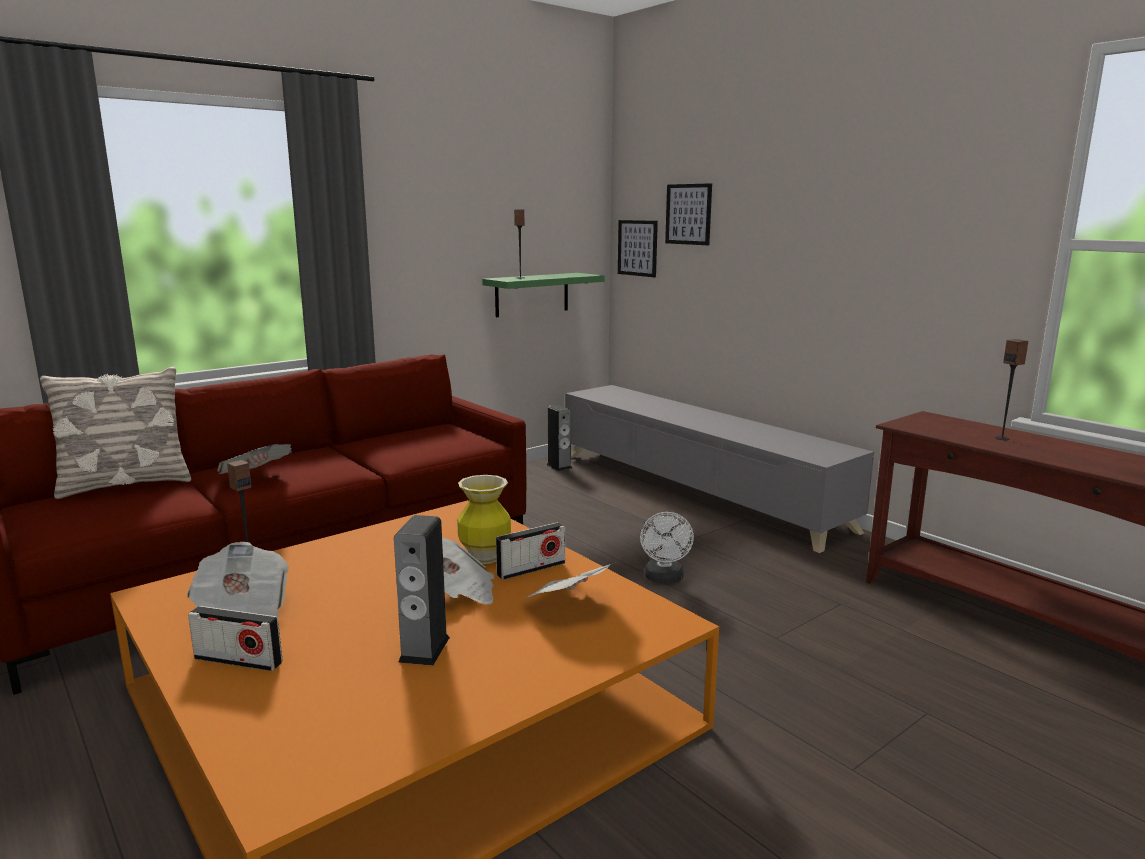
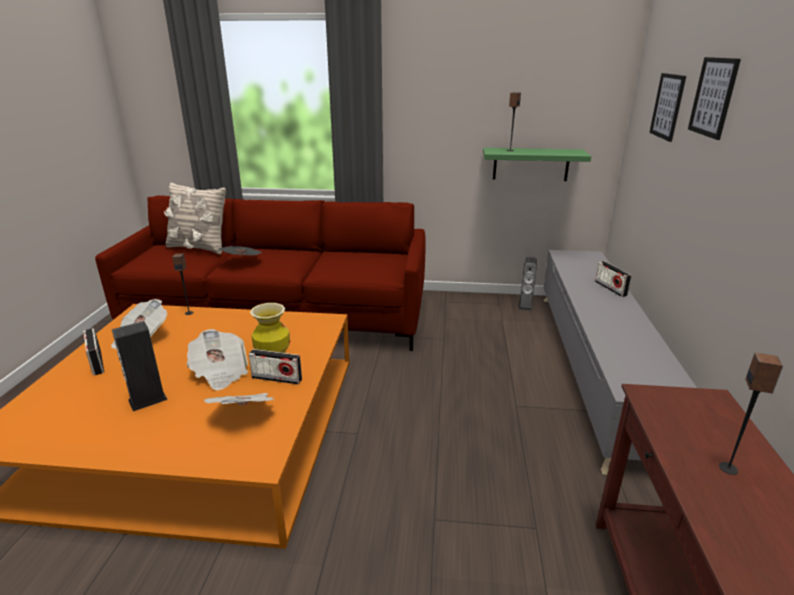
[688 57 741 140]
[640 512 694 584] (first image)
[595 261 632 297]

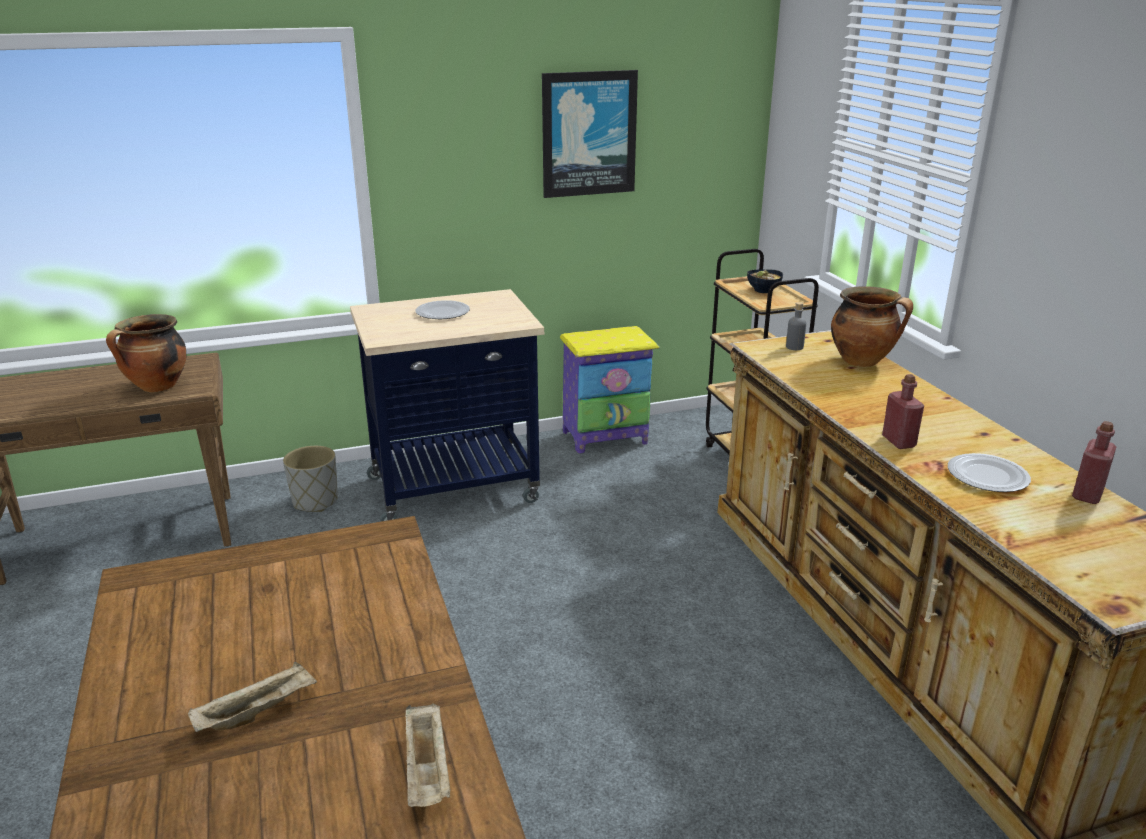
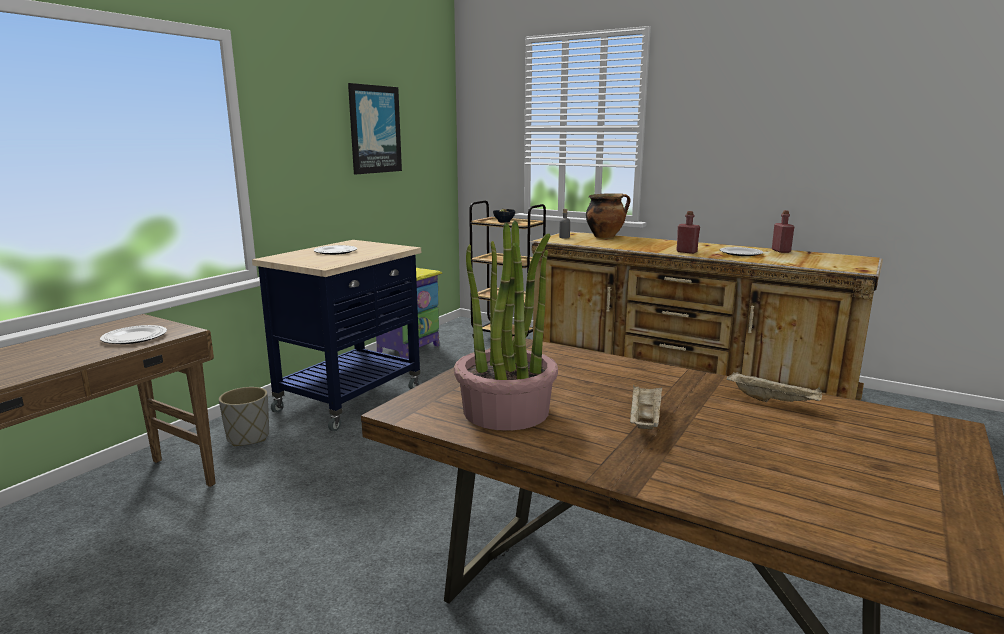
[100 325 167 344]
[454 221 558 431]

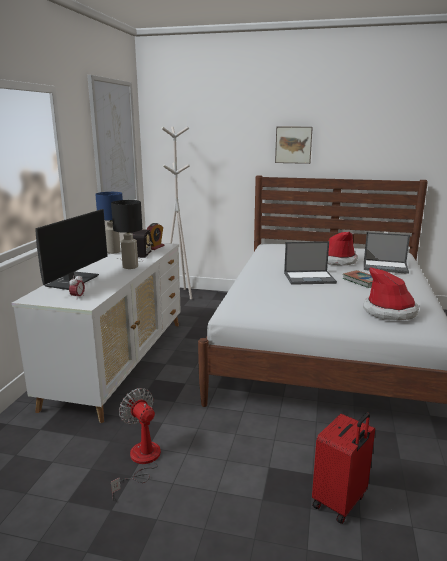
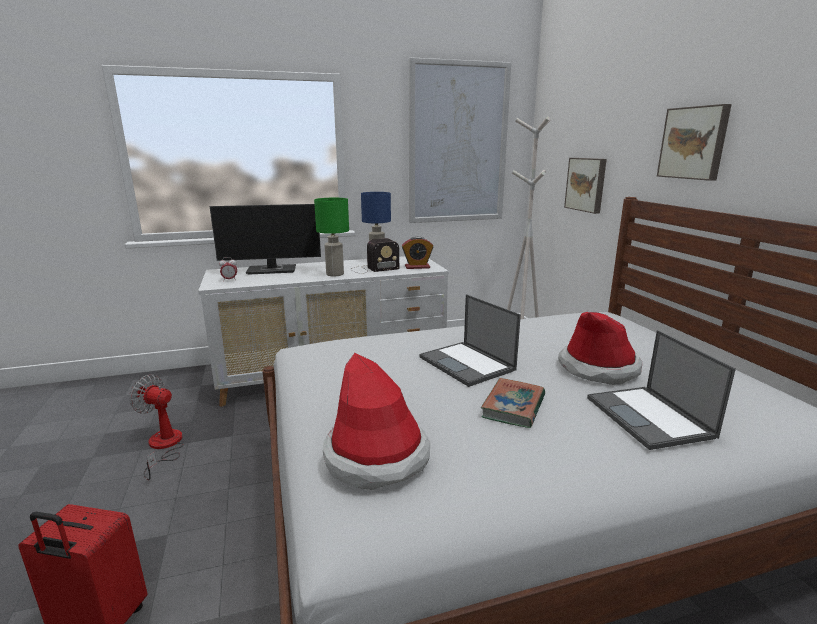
[314 198 349 276]
[129 375 184 480]
[564 158 607 214]

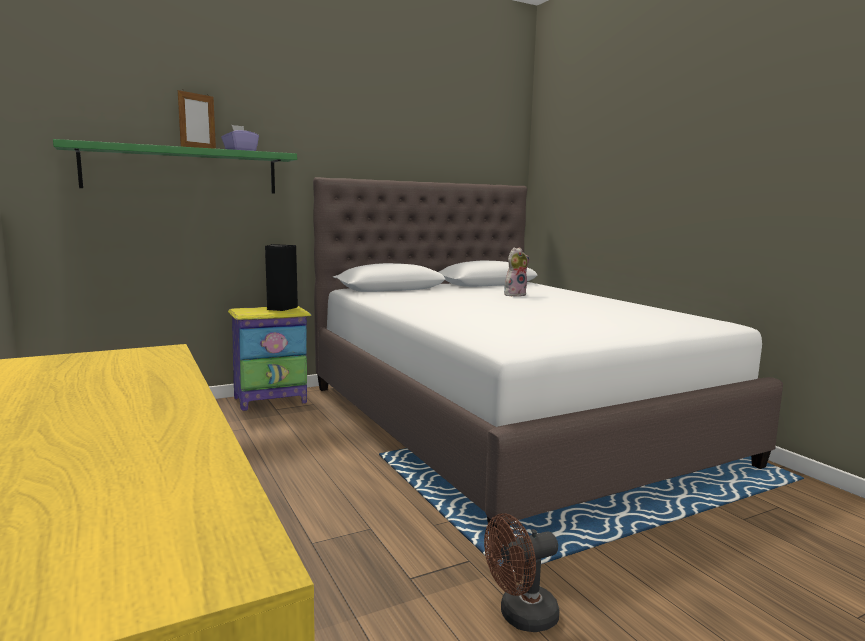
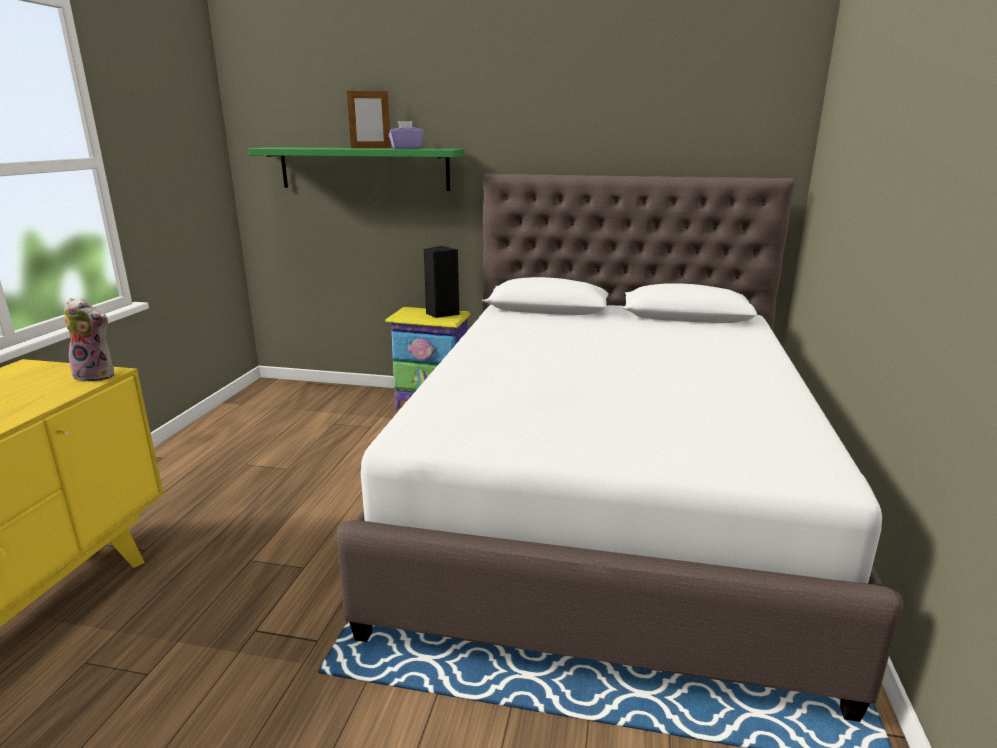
[484 513 560 632] (first image)
[64 298 114 382]

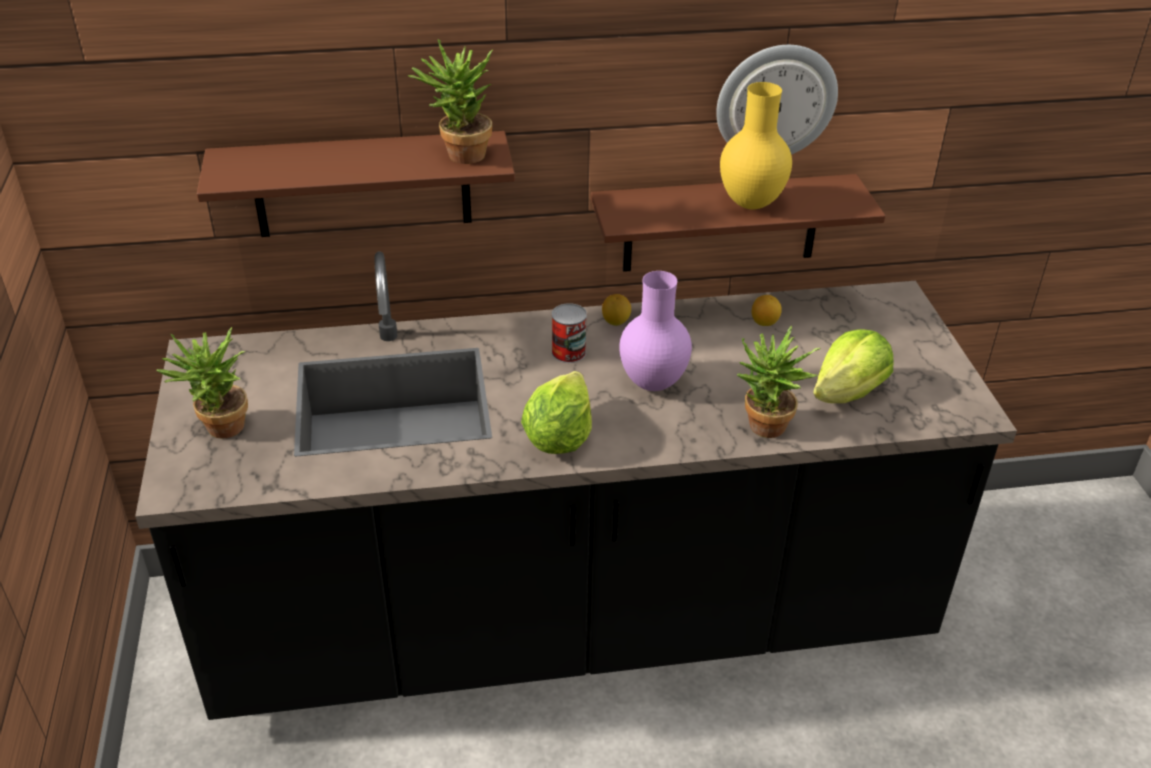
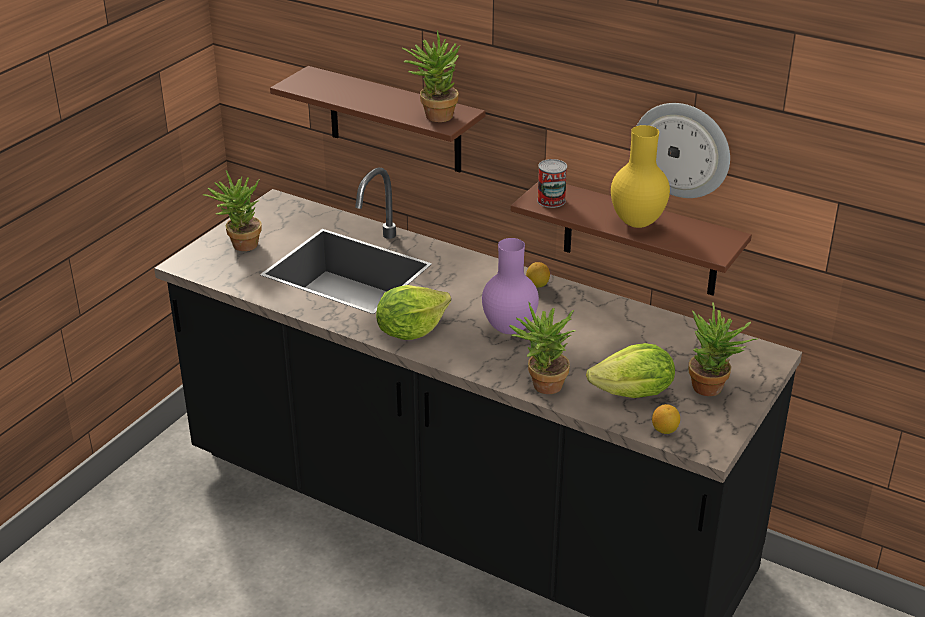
[537 159 567 208]
[652 404 680 434]
[689 302 758 396]

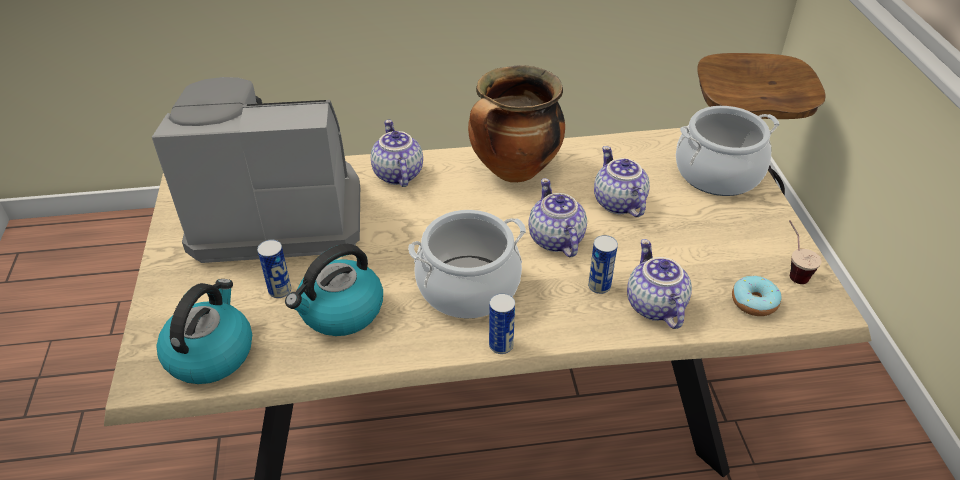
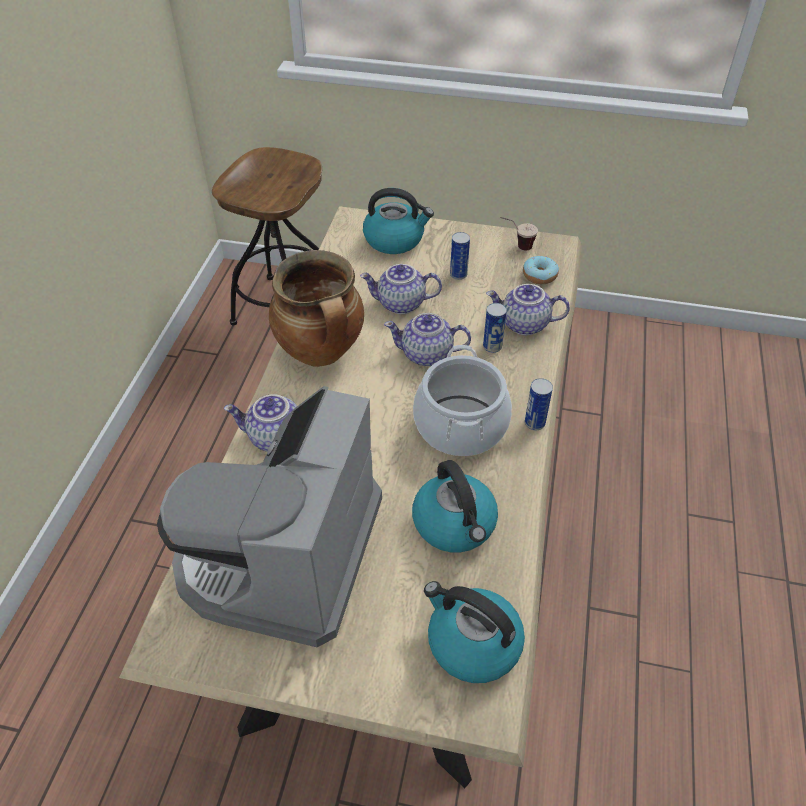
[450 232 470 280]
[363 188 434 254]

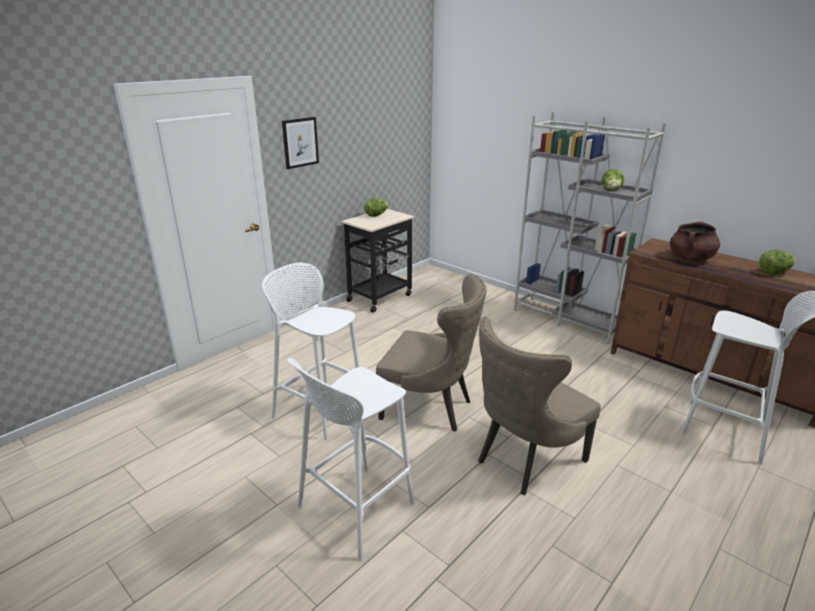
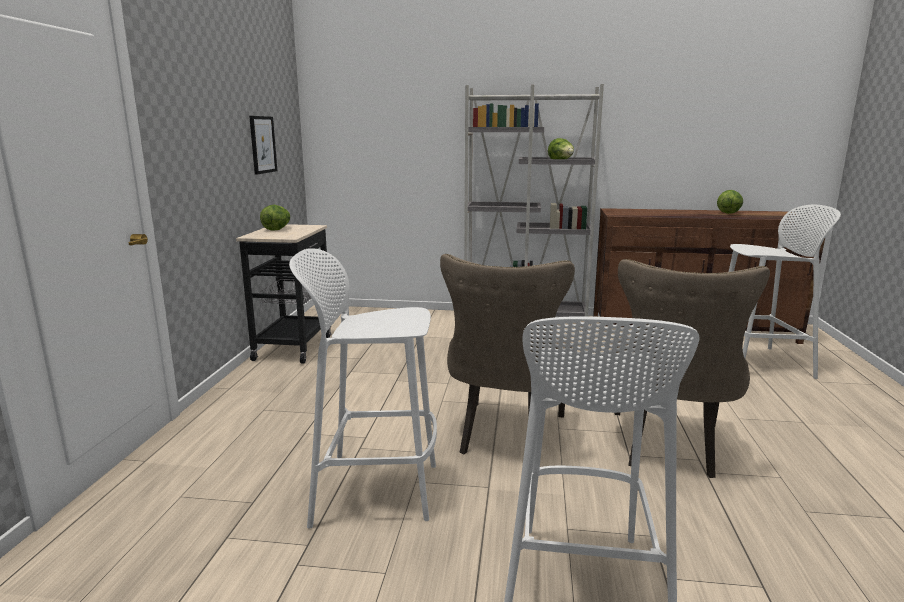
[249 116 277 174]
[440 254 575 454]
[670 221 720 261] (first image)

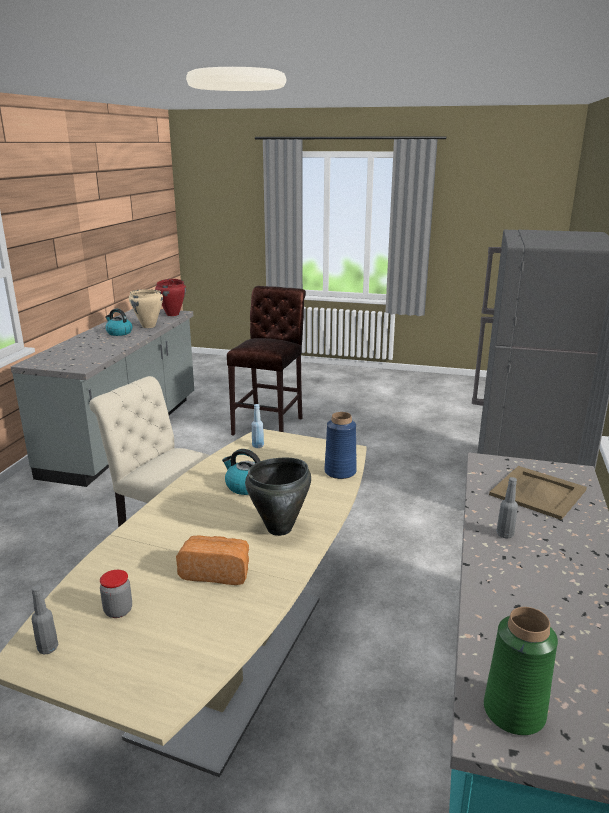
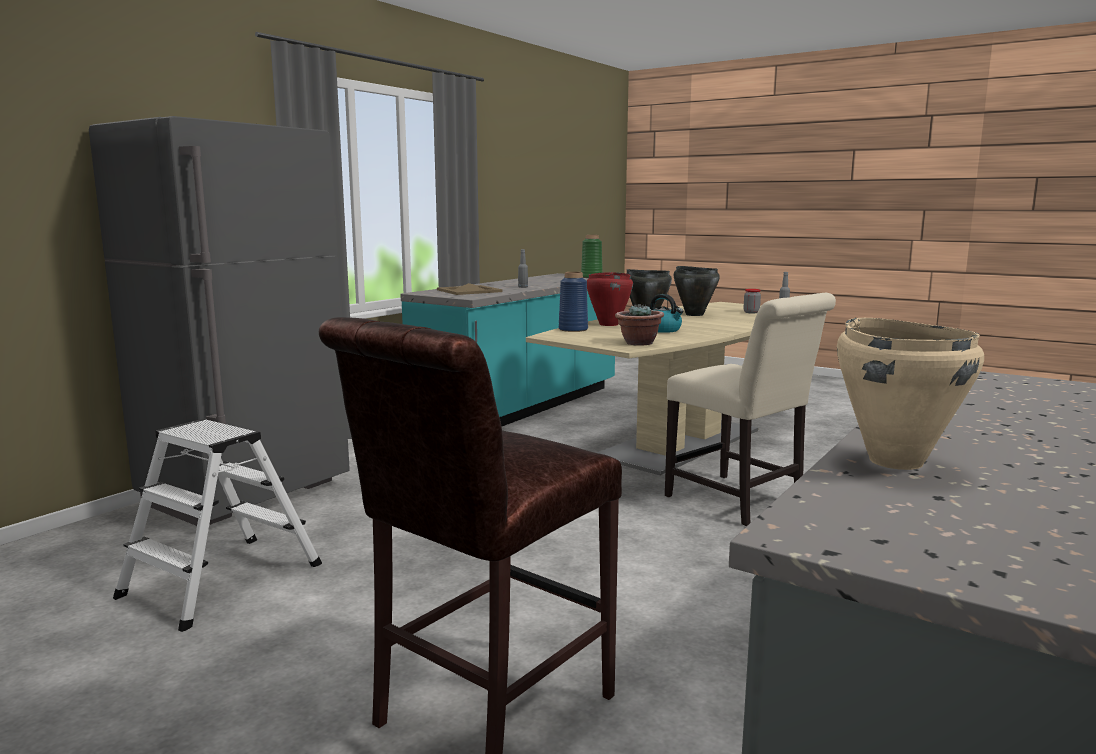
[105 308 132 336] (first image)
[587 272 633 326]
[674 266 720 316]
[615 304 664 346]
[113 418 322 632]

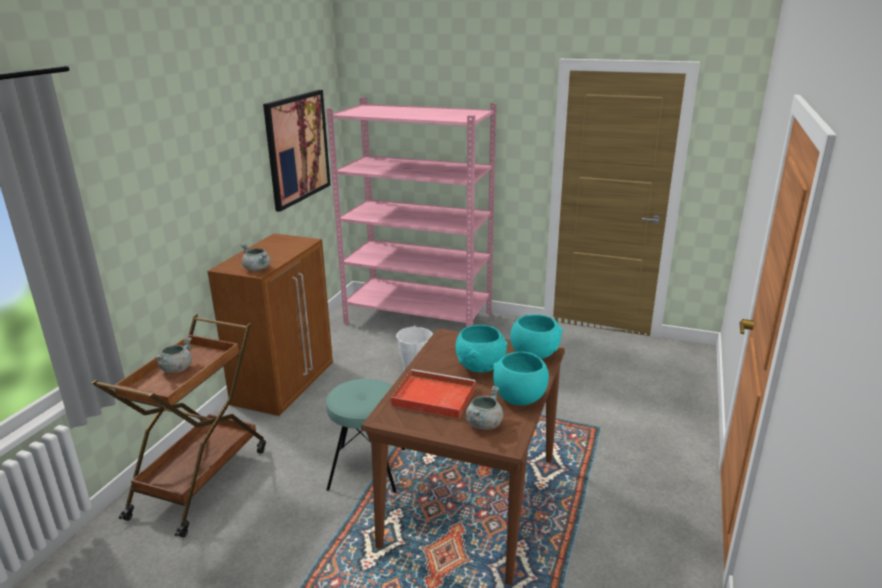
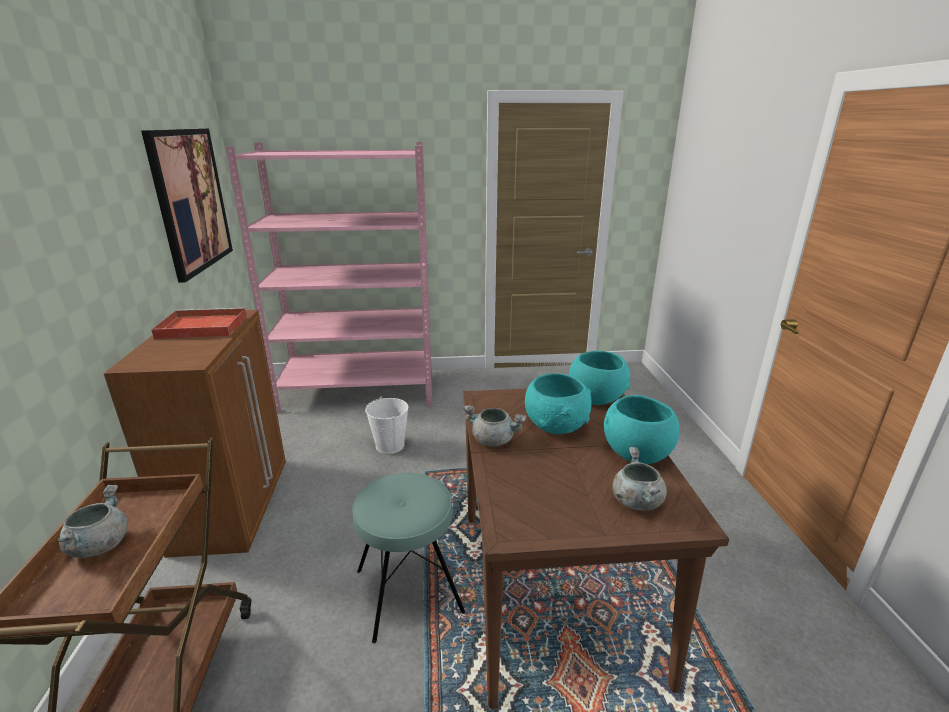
[463 405 526 447]
[151 308 247 339]

